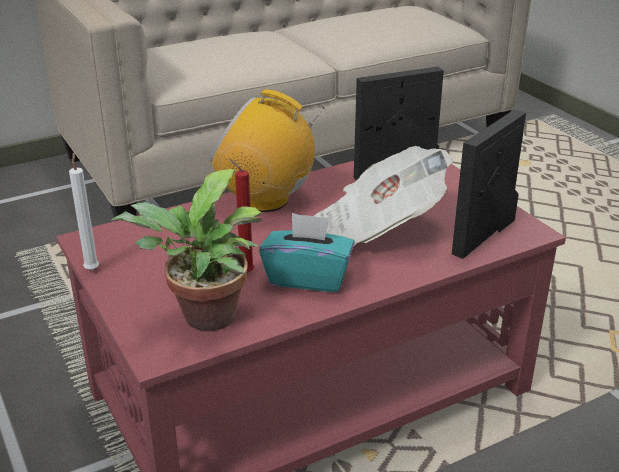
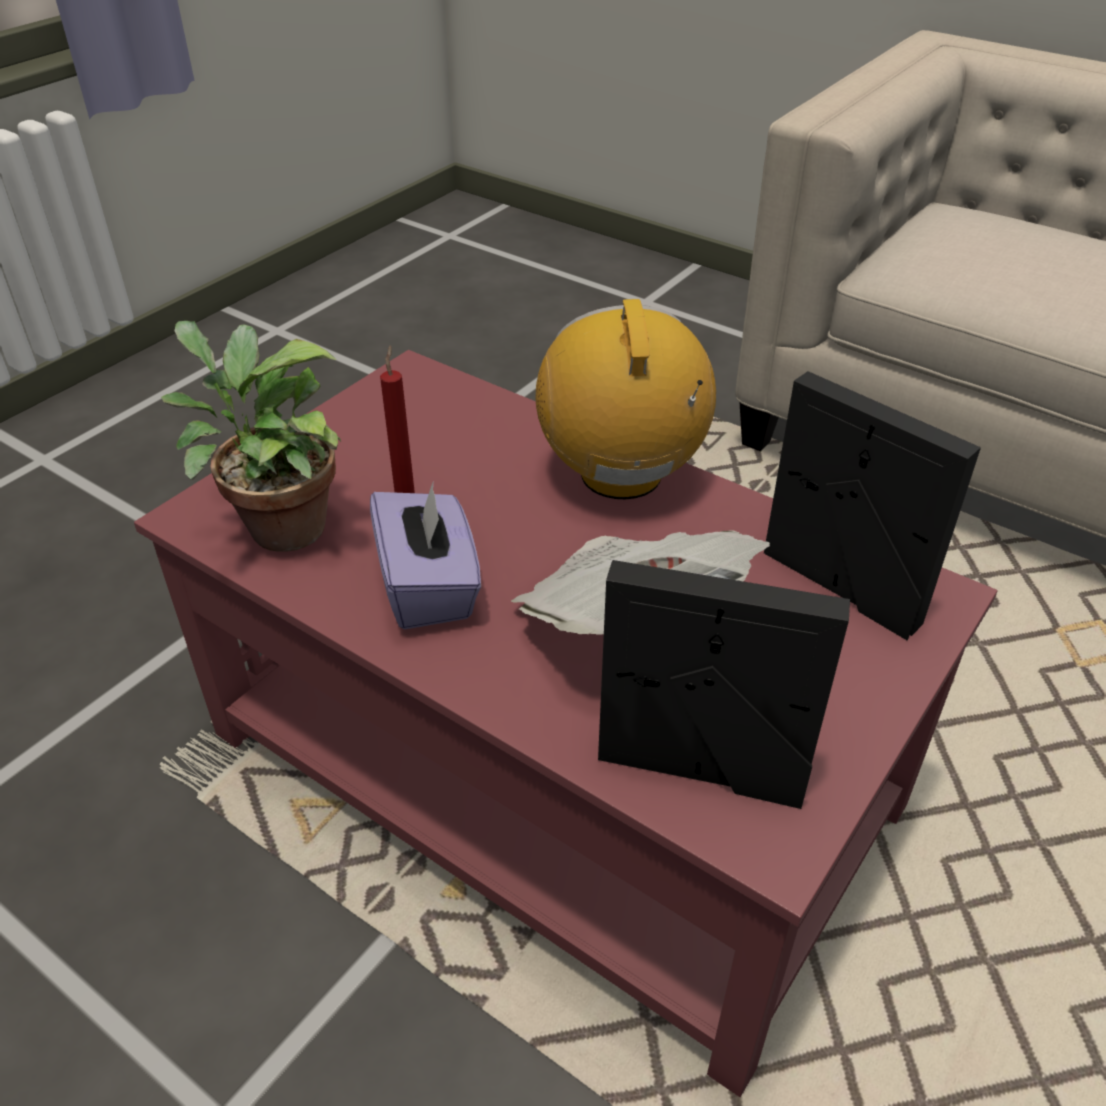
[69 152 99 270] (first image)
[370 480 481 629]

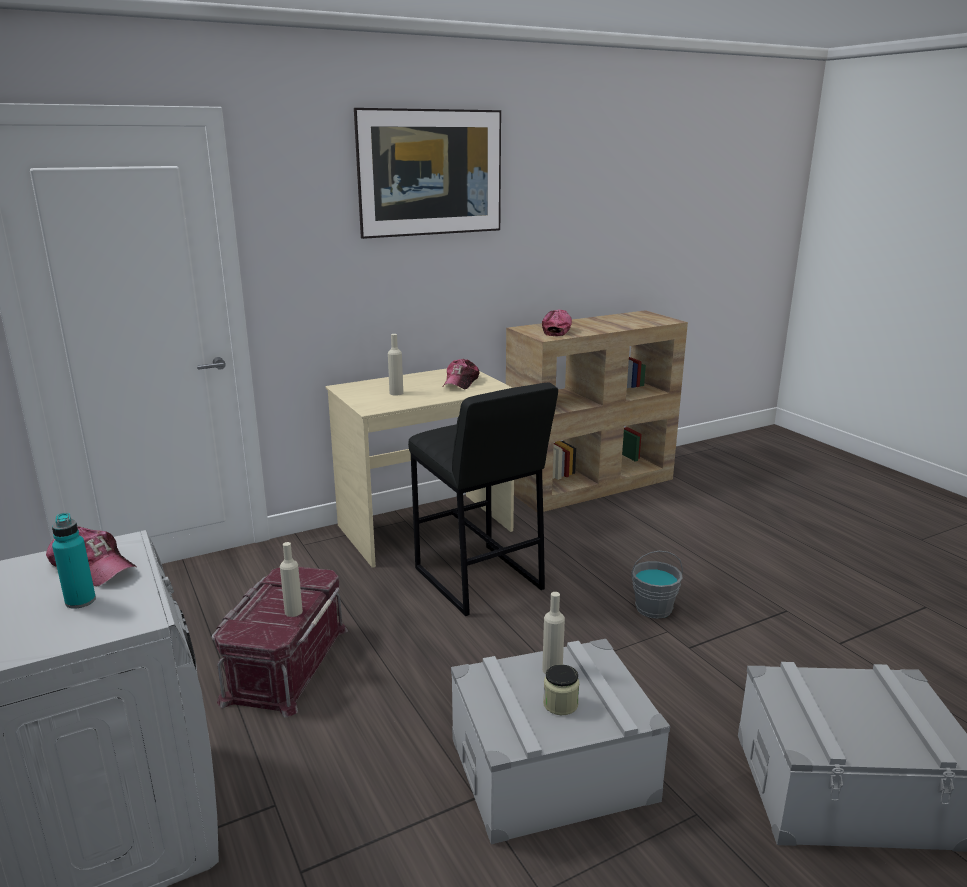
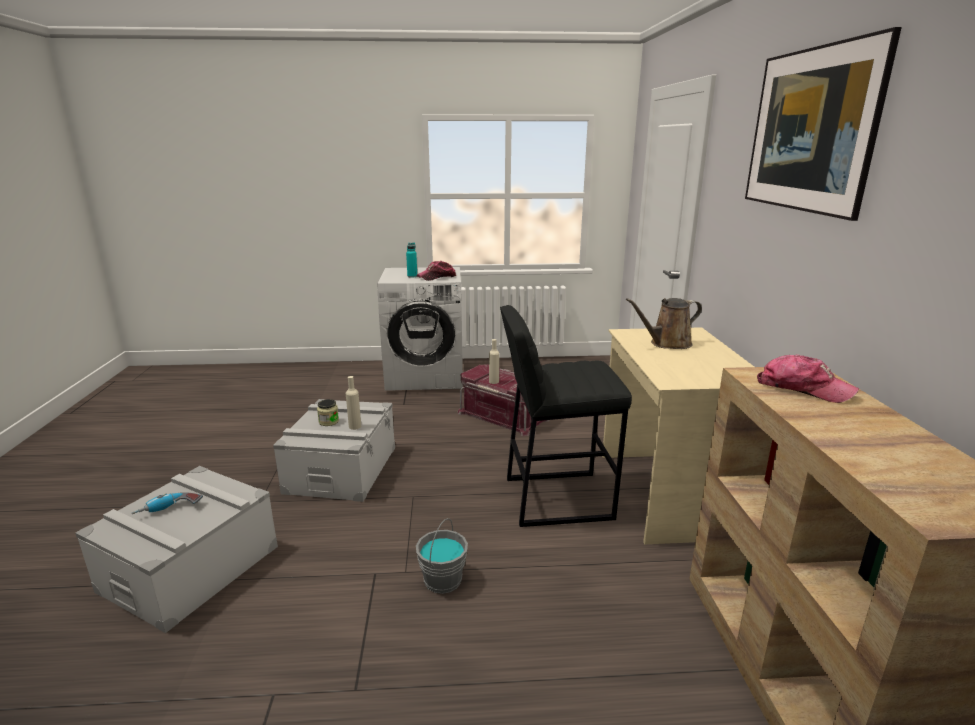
[626 298 702 349]
[443 359 479 389] (first image)
[132 492 203 514]

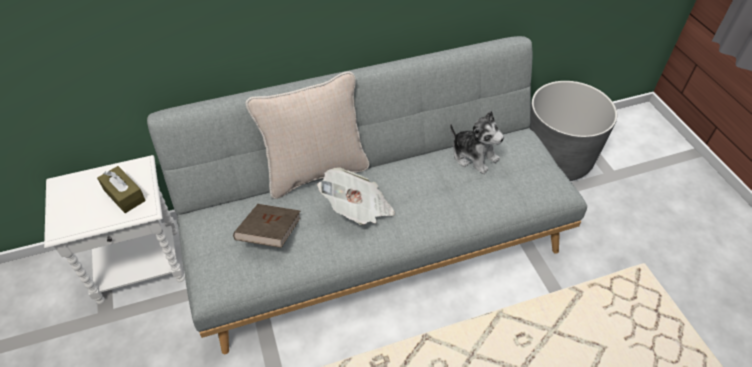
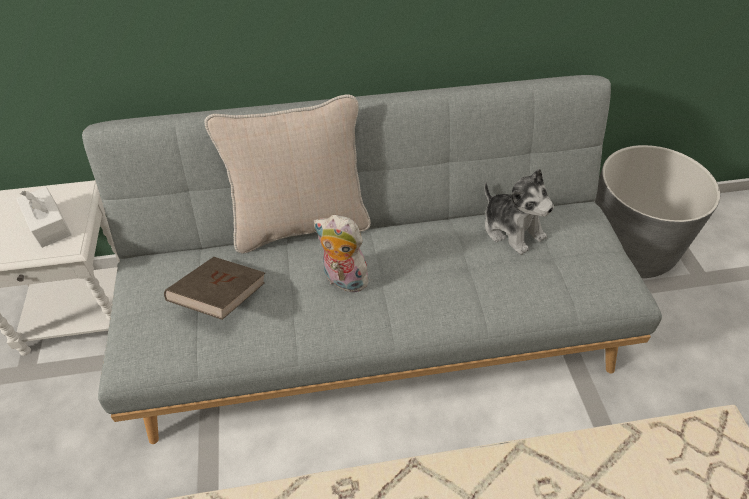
[16 187 72 248]
[314 215 374 292]

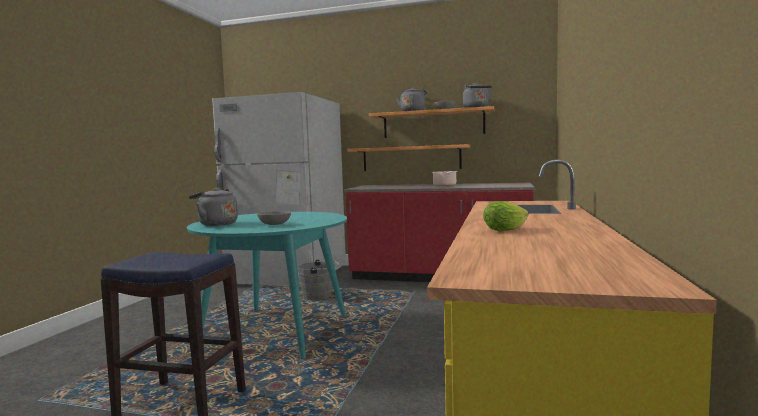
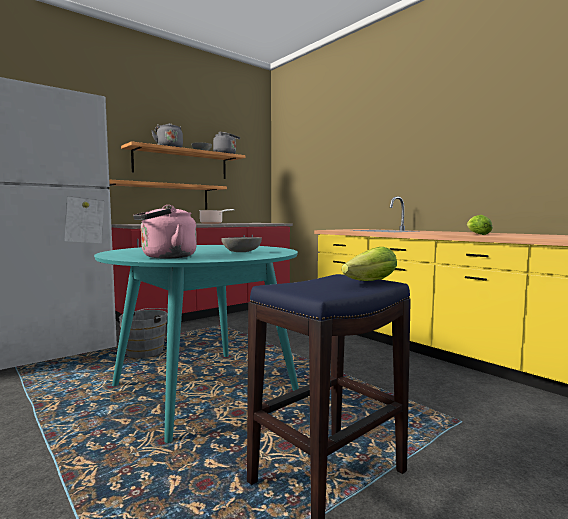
[133 205 197 259]
[342 247 397 281]

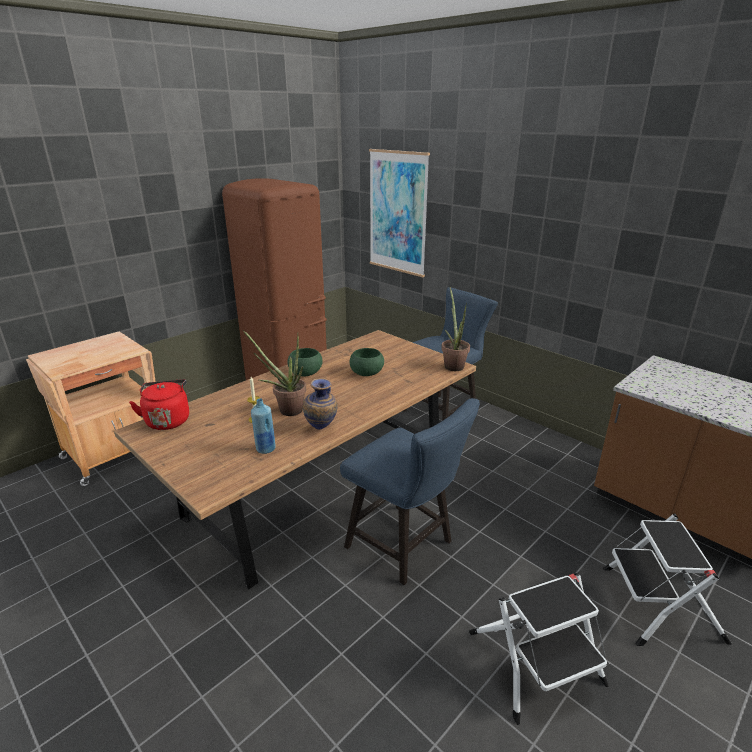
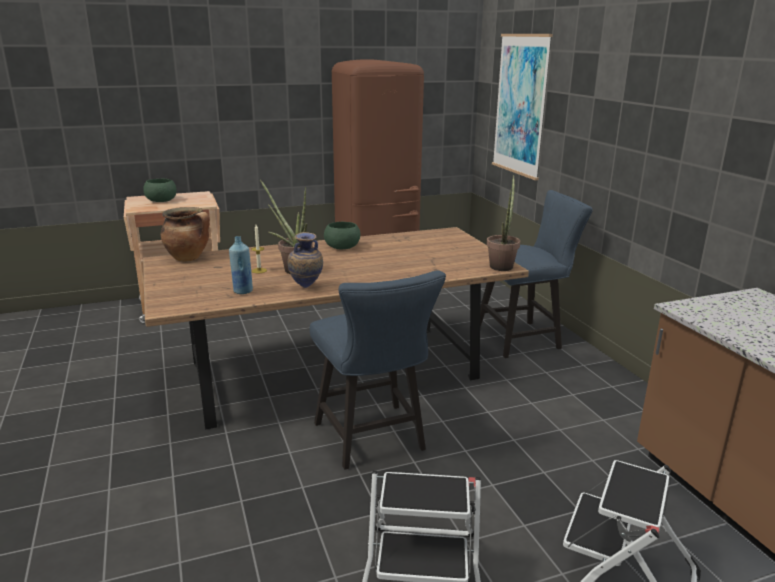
[161 207 210 262]
[143 179 177 202]

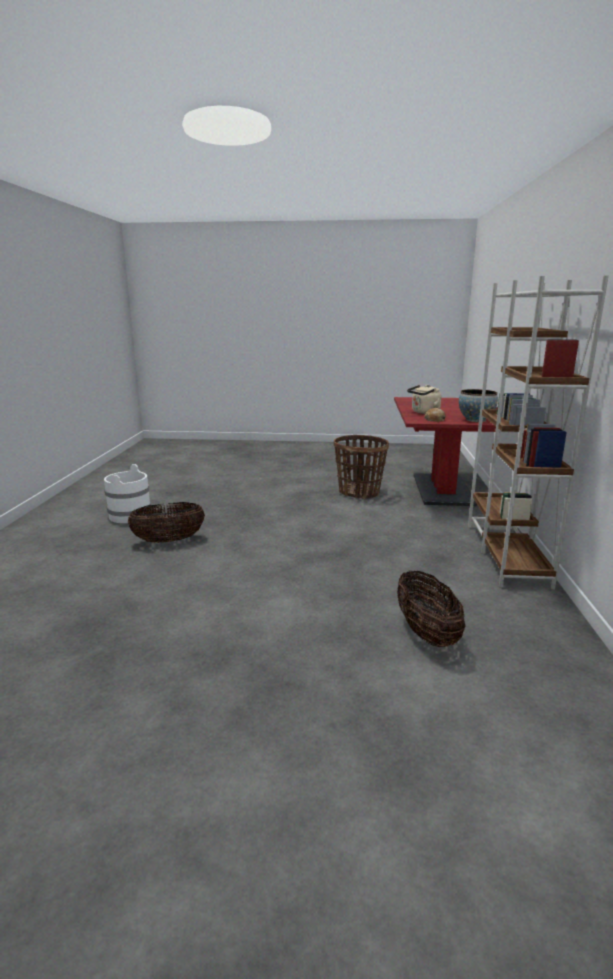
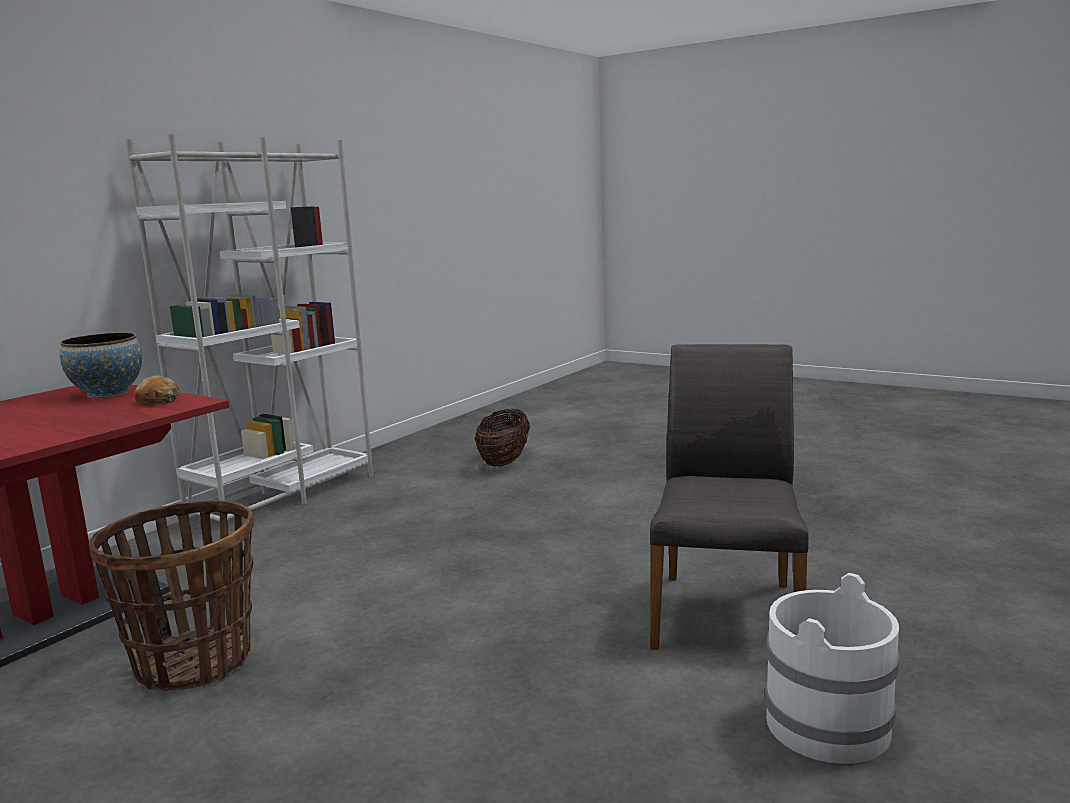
[650 344 809 650]
[407 385 441 414] (first image)
[126 134 373 535]

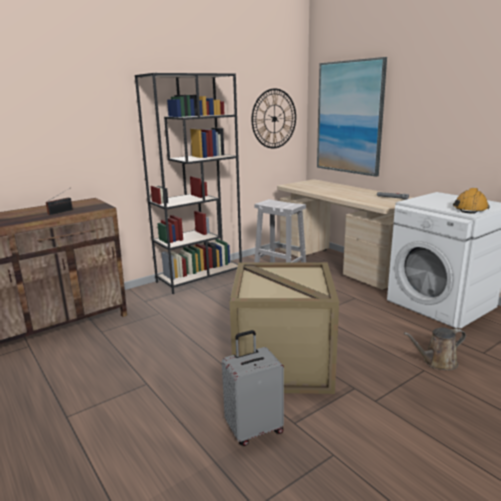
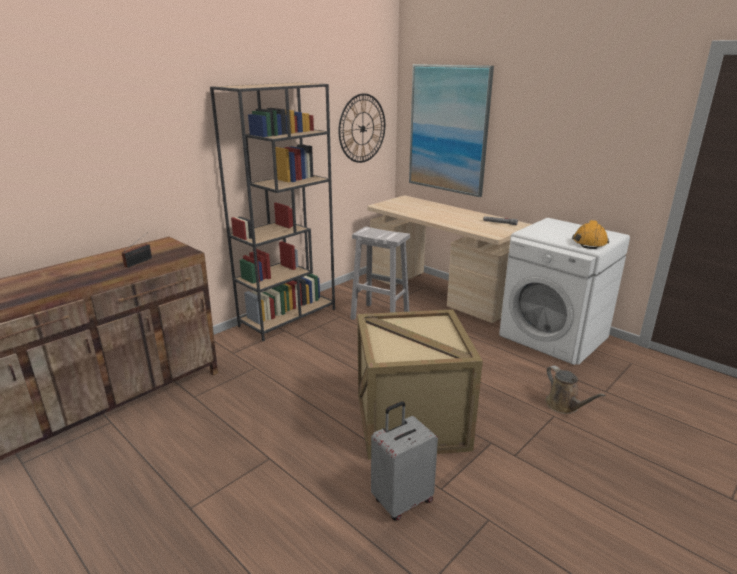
[545 366 606 414]

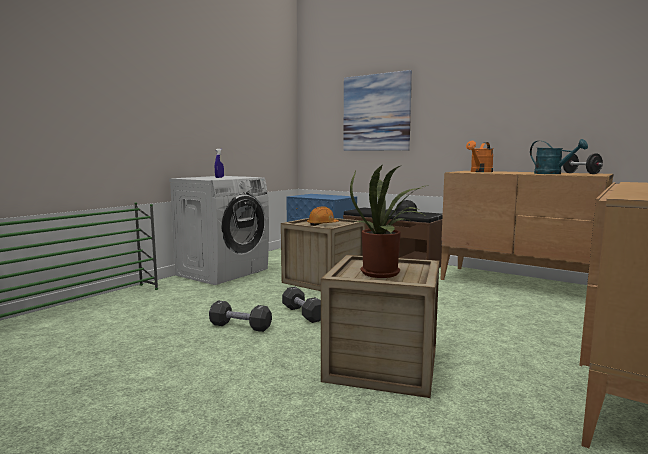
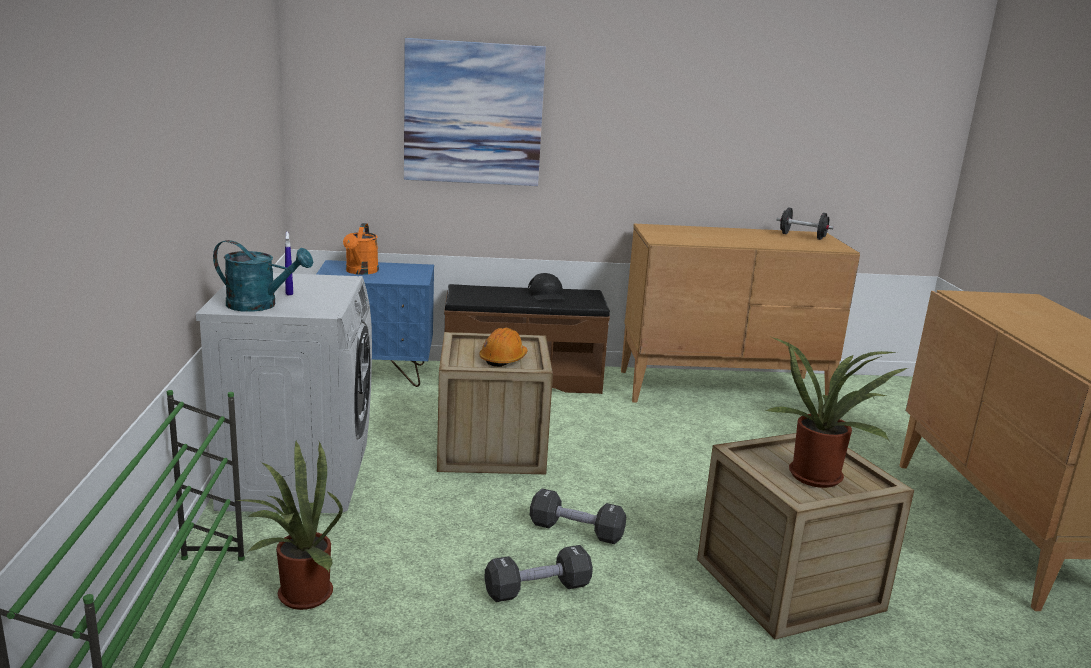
[343 223 379 275]
[213 240 313 312]
[235 439 343 610]

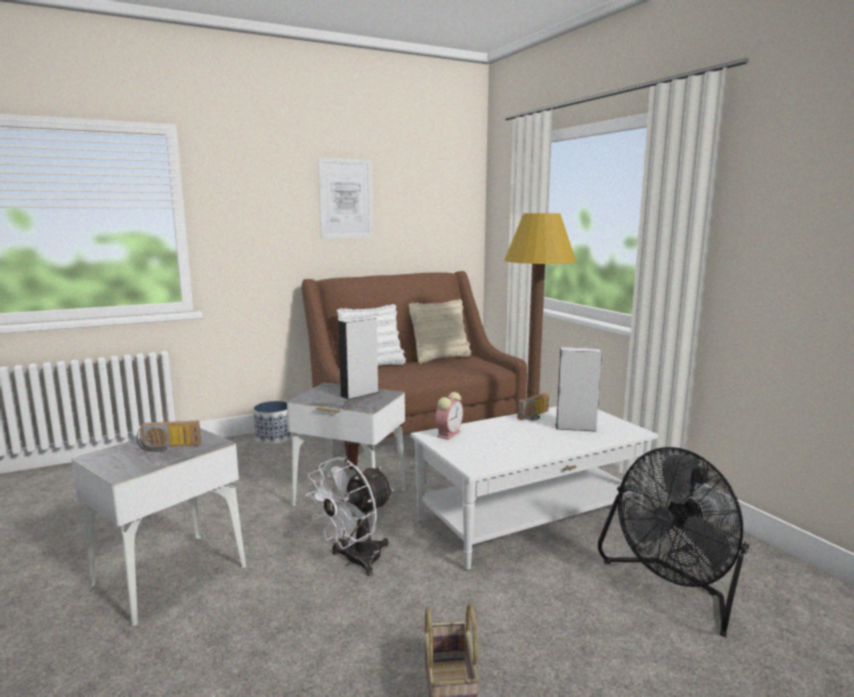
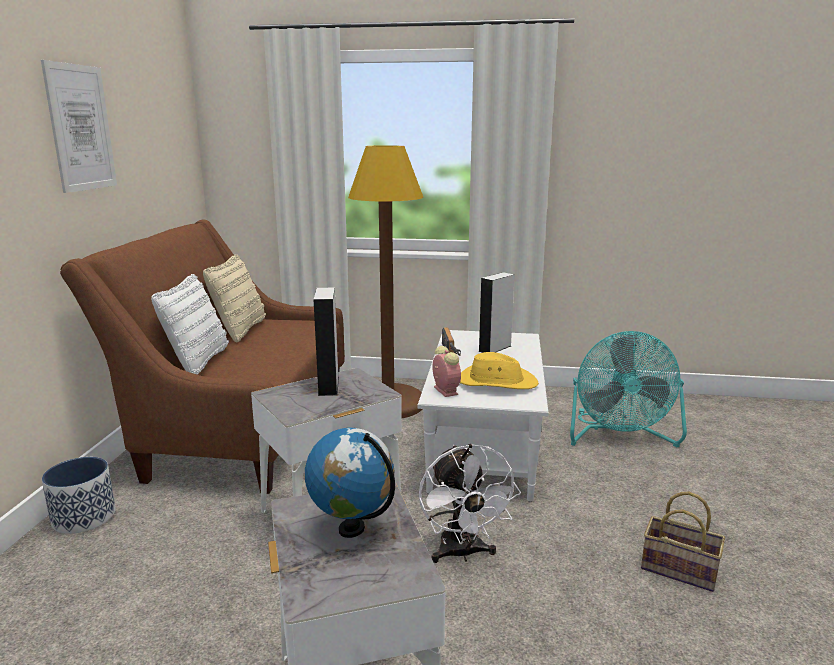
[305 428 395 538]
[570 331 687 448]
[460 352 539 389]

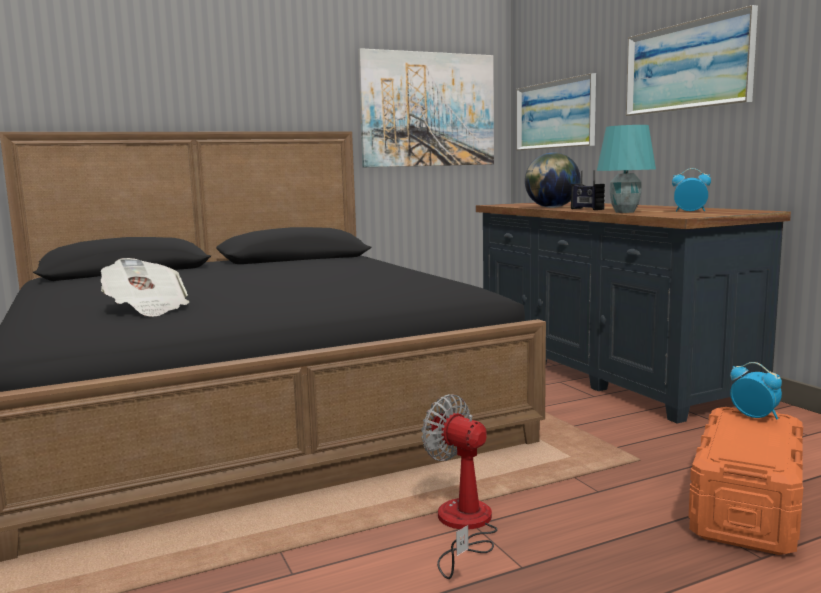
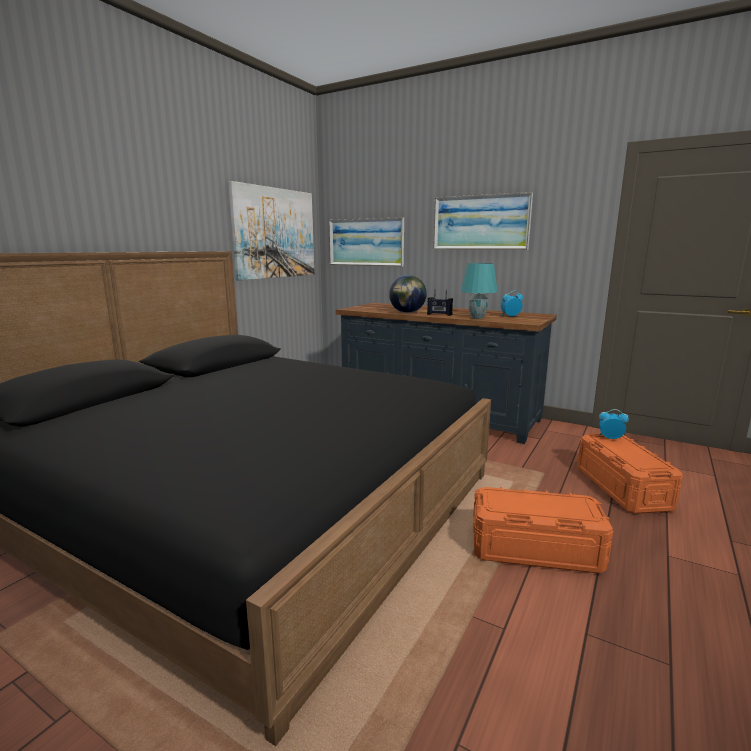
[100 258 189 317] (first image)
[473 487 613 573]

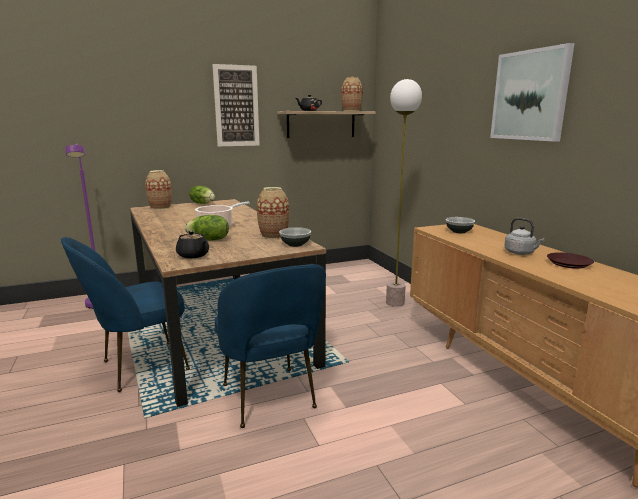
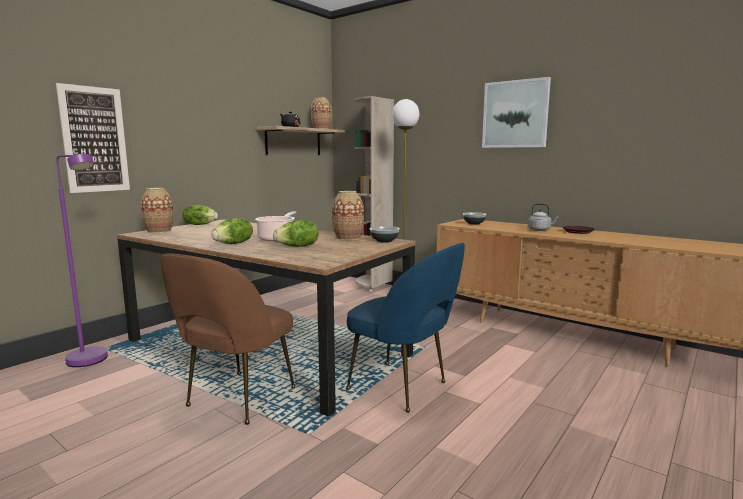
[160 254 295 425]
[176 231 209 259] (first image)
[56 83 130 193]
[211 218 253 244]
[354 96 394 291]

